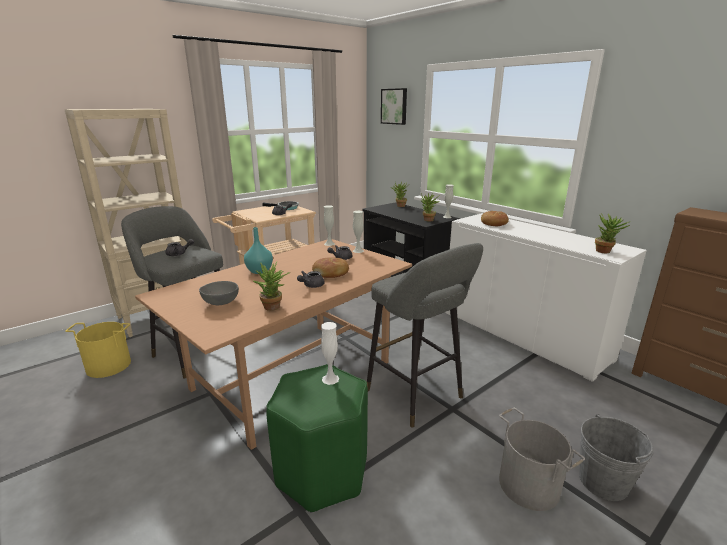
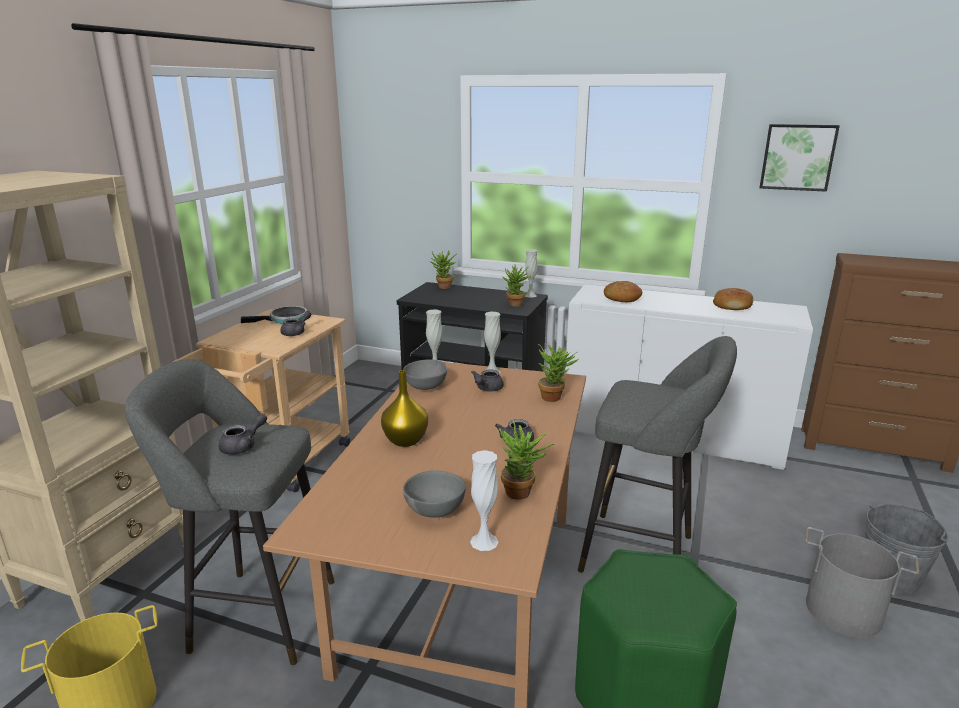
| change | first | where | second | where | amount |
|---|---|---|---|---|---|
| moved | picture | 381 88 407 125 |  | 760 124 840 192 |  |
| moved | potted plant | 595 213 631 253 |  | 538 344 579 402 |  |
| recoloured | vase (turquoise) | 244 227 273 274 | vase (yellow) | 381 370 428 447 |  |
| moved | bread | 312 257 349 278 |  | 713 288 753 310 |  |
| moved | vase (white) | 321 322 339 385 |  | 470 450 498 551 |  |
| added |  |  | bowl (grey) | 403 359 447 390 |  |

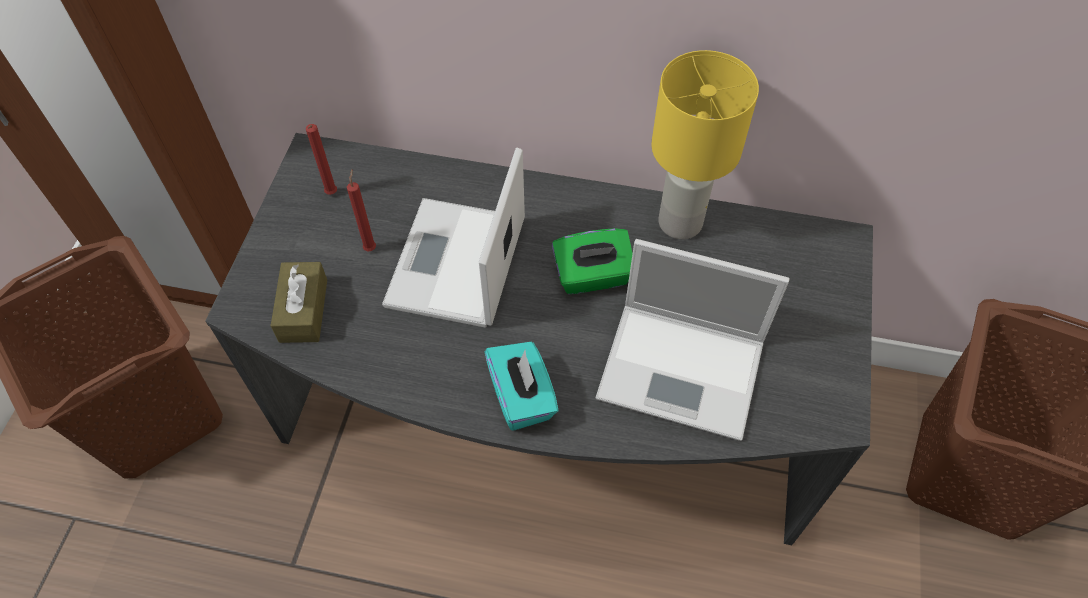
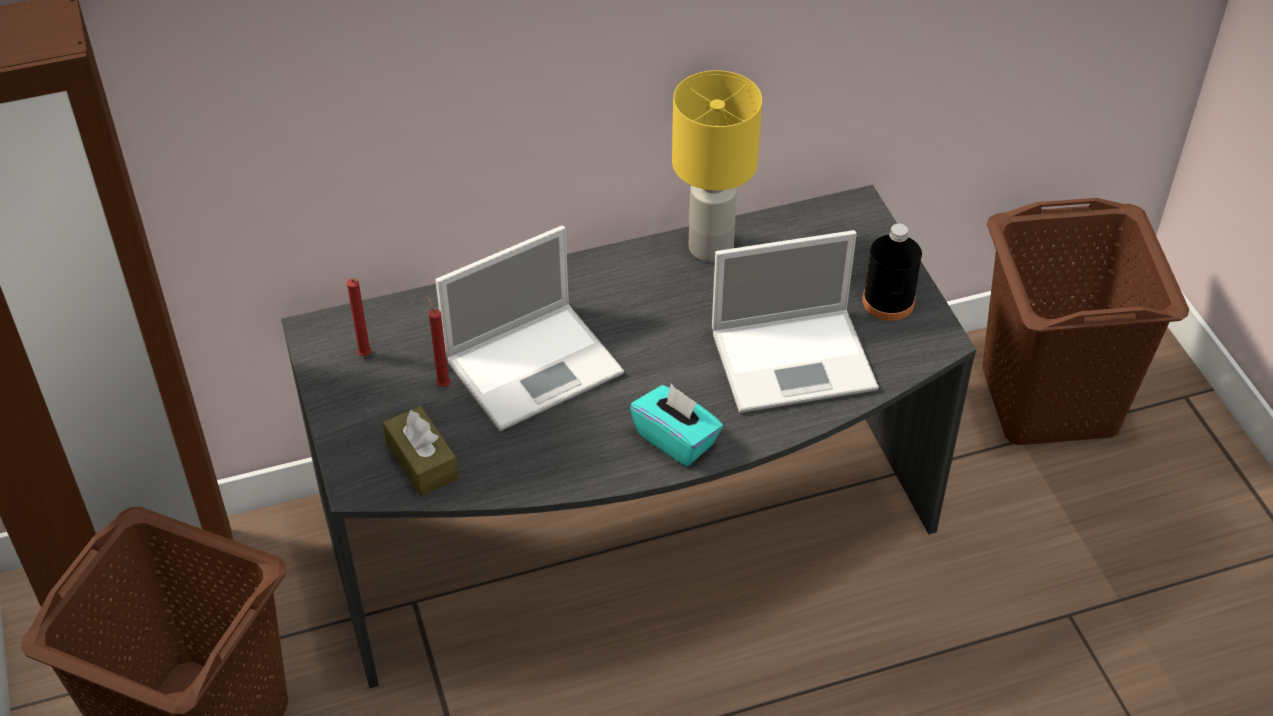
| change | first | where | second | where | amount |
|---|---|---|---|---|---|
| turned | laptop | 382 148 525 328 |  | 435 225 624 431 | 105 degrees counterclockwise |
| removed | tissue box (green) | 552 228 633 294 |  |  |  |
| added |  |  | bottle (black) | 862 224 922 321 |  |

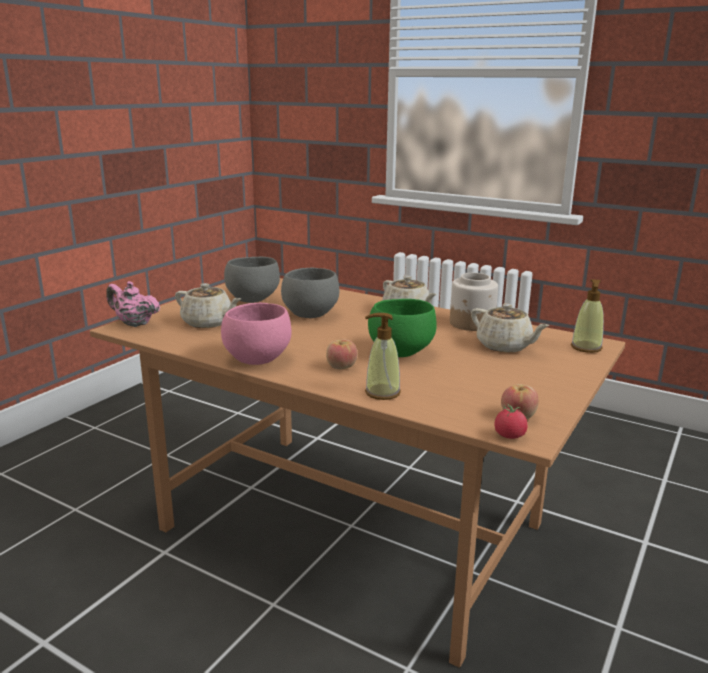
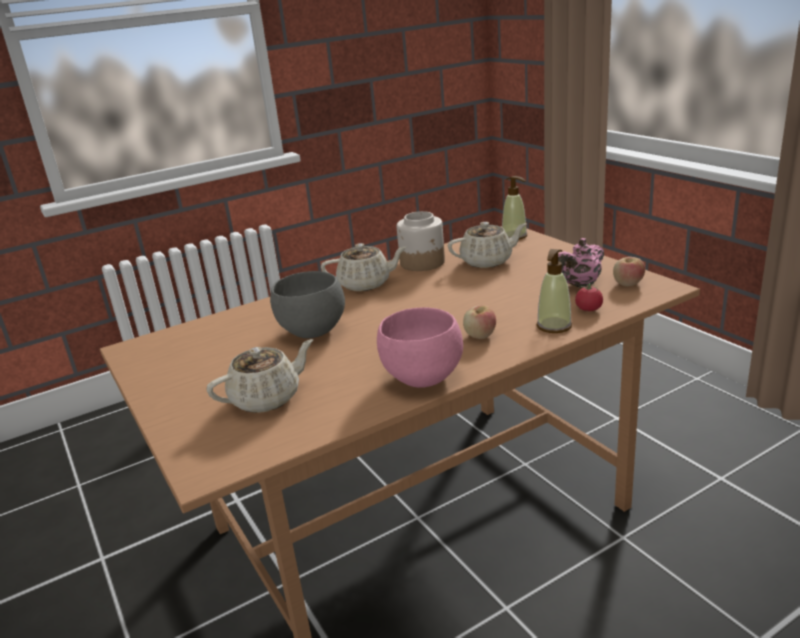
| change | first | where | second | where | amount |
|---|---|---|---|---|---|
| removed | bowl (grey) | 224 257 280 303 |  |  |  |
| moved | teapot (pink) | 106 281 160 327 |  | 558 238 604 288 |  |
| removed | bowl (green) | 368 299 437 357 |  |  |  |
| moved | tomato | 494 403 528 439 |  | 575 283 603 311 |  |

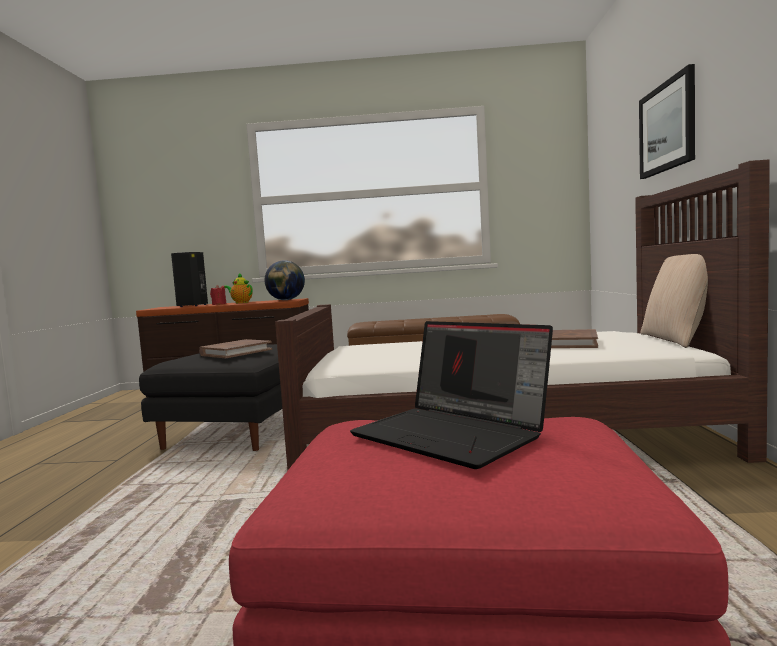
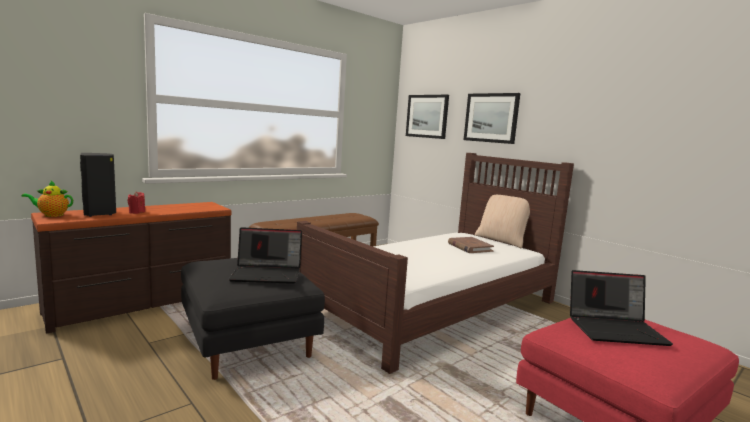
| change | first | where | second | where | amount |
|---|---|---|---|---|---|
| removed | globe | 265 260 305 300 |  |  |  |
| moved | teapot | 224 273 253 303 |  | 22 181 73 217 |  |
| replaced | book (brown) | 199 339 272 358 | laptop | 228 227 302 284 |  |
| added |  |  | picture | 406 95 449 139 |  |

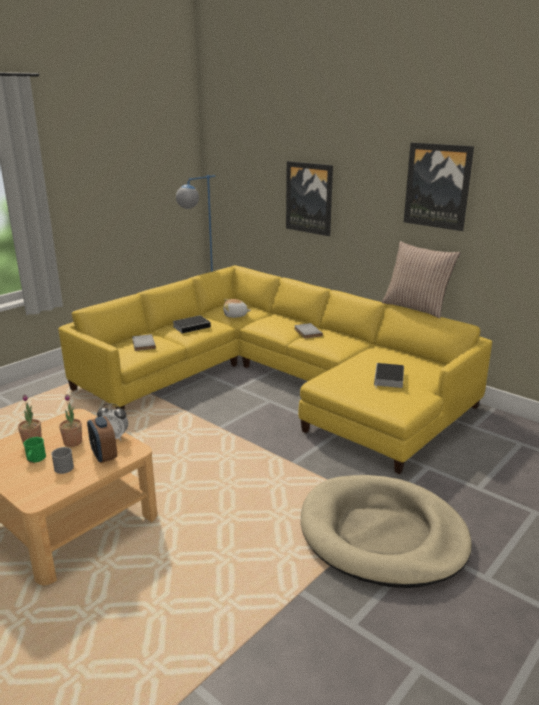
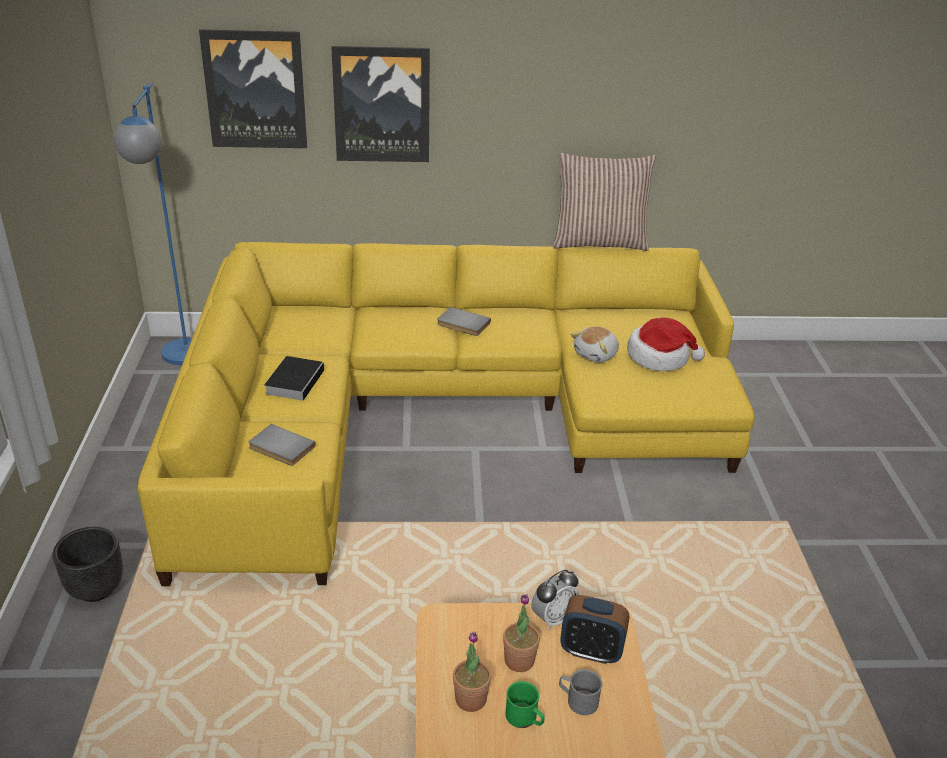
| change | first | where | second | where | amount |
|---|---|---|---|---|---|
| moved | picture | 404 143 474 231 |  | 199 30 307 148 |  |
| moved | plush toy | 223 299 251 318 |  | 570 326 619 363 |  |
| replaced | book | 374 363 404 389 | hat | 627 317 705 371 |  |
| removed | dog bed (beige) | 301 475 472 588 |  |  |  |
| added |  |  | planter (black) | 53 527 123 602 |  |

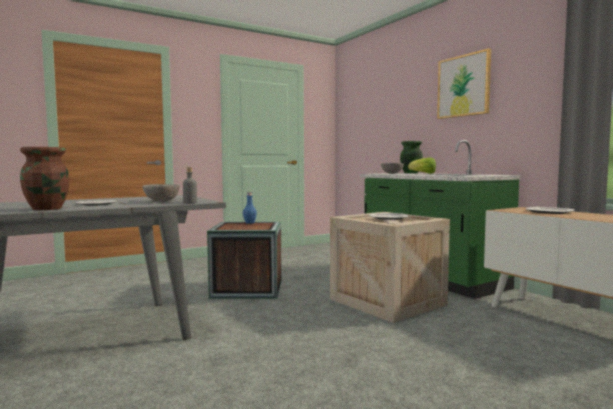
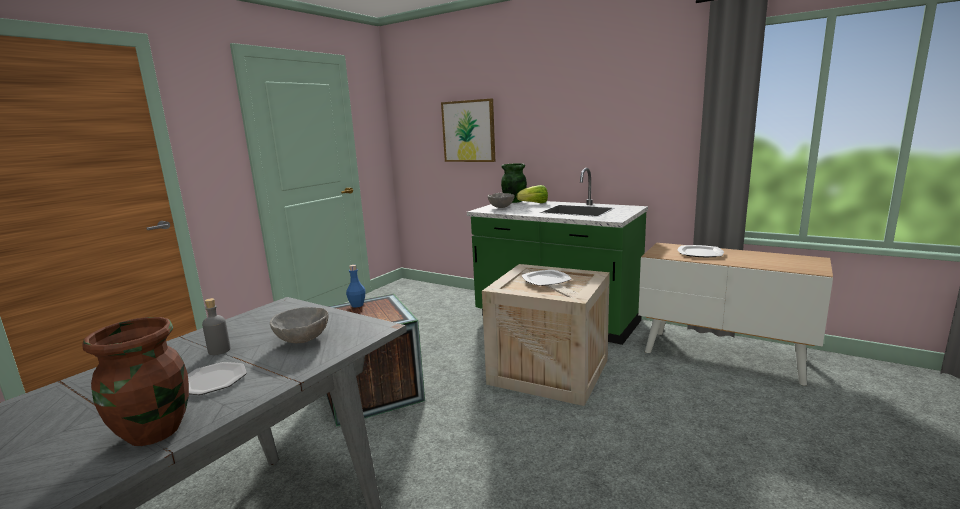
| change | first | where | second | where | amount |
|---|---|---|---|---|---|
| moved | picture | 437 48 491 119 |  | 441 99 495 162 |  |
| moved | bottle (grey) | 183 167 197 203 |  | 202 298 231 355 |  |

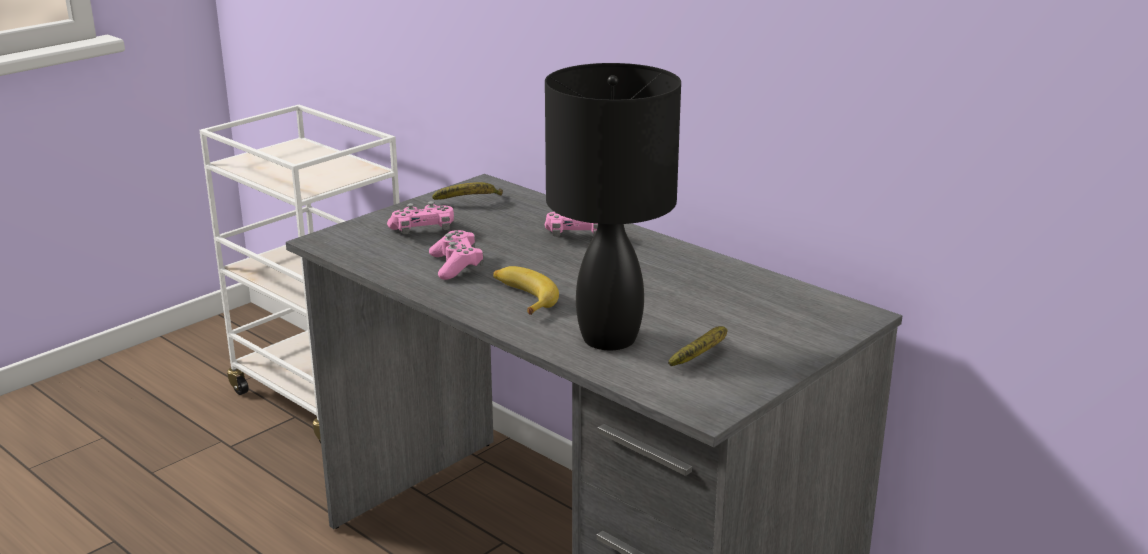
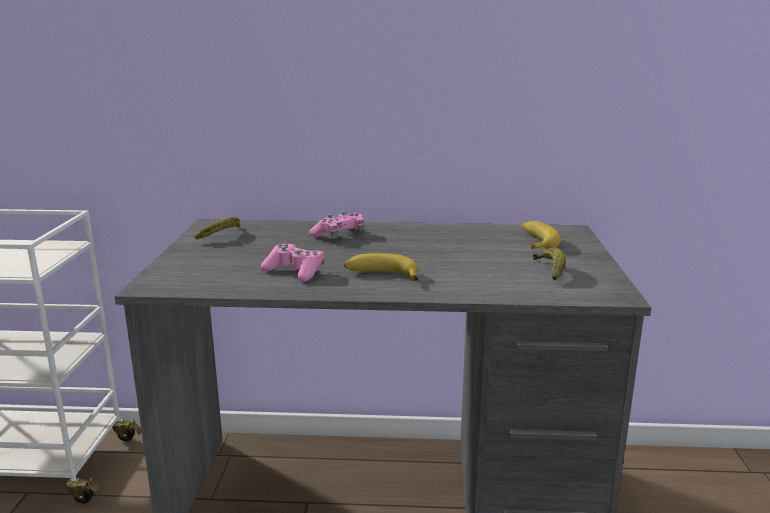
| change | first | where | second | where | amount |
|---|---|---|---|---|---|
| removed | table lamp (black) | 545 63 681 351 |  |  |  |
| removed | game controller (pink) | 387 201 454 234 |  |  |  |
| added |  |  | banana | 521 221 561 249 |  |

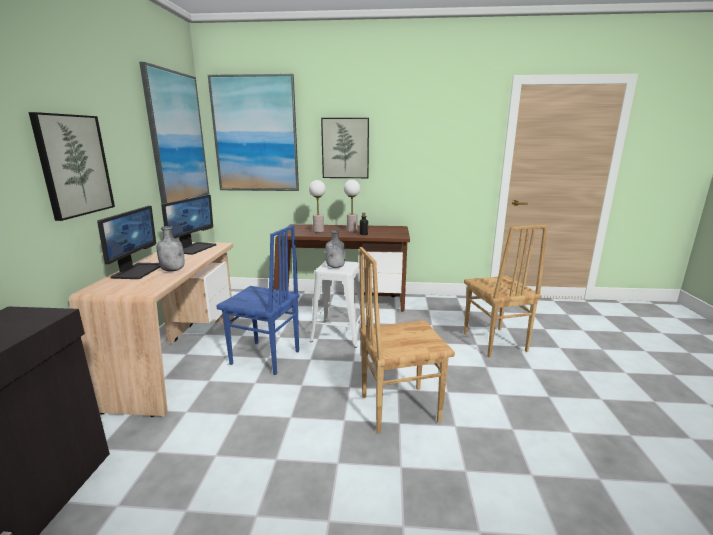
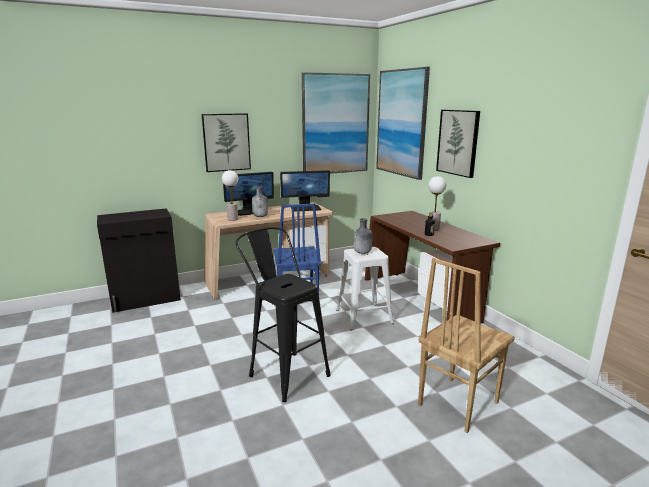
| change | first | where | second | where | amount |
|---|---|---|---|---|---|
| moved | table lamp | 309 180 326 233 |  | 222 170 238 221 |  |
| replaced | chair (brown) | 359 247 455 433 | stool (black) | 235 227 331 402 |  |

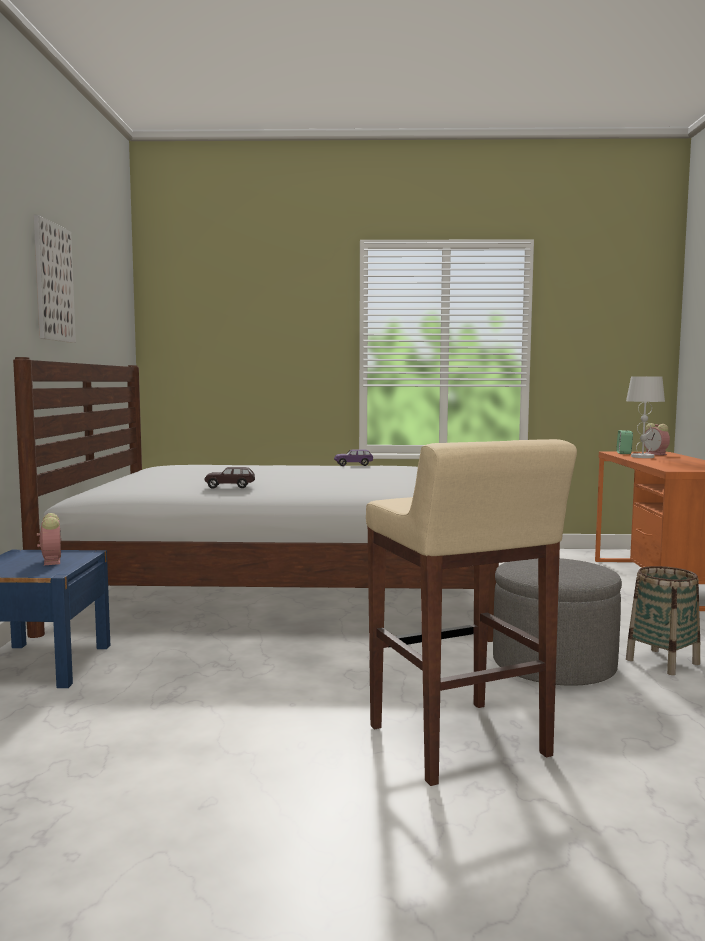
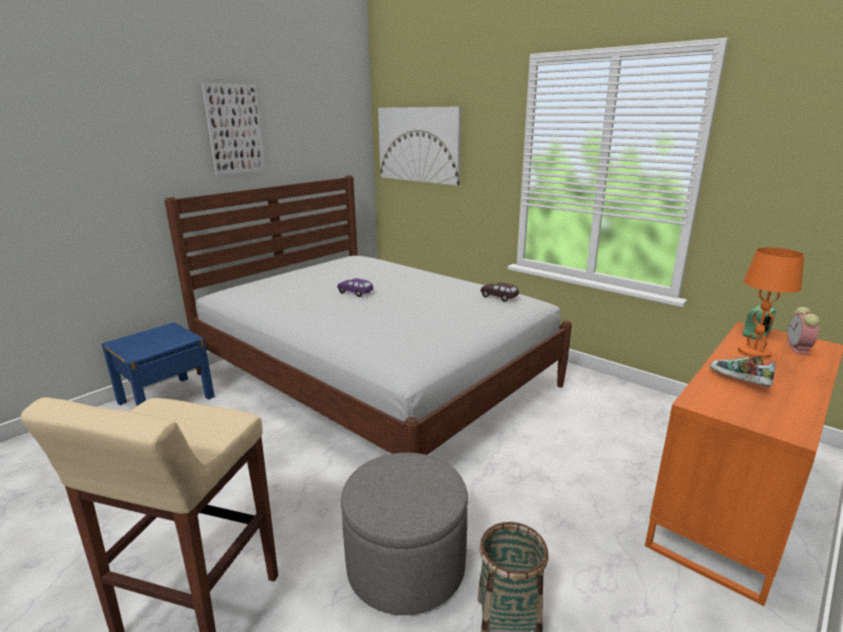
| change | first | where | second | where | amount |
|---|---|---|---|---|---|
| recoloured | table lamp (white) | 626 376 665 458 | table lamp (orange) | 738 247 804 359 |  |
| moved | toy car (purple) | 334 449 373 466 |  | 337 278 373 297 |  |
| moved | toy car (brown) | 204 467 255 488 |  | 481 282 519 302 |  |
| removed | alarm clock | 37 513 62 565 |  |  |  |
| added |  |  | picture | 378 107 461 186 |  |
| added |  |  | shoe | 709 356 775 387 |  |

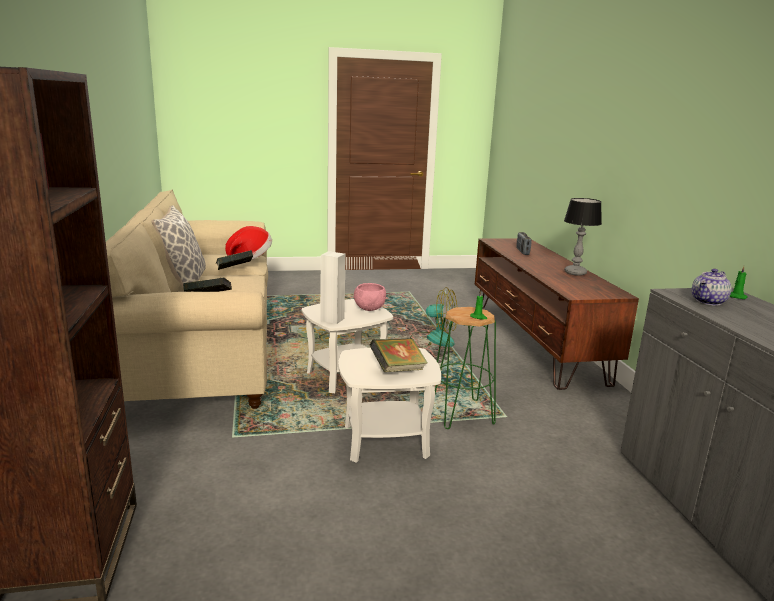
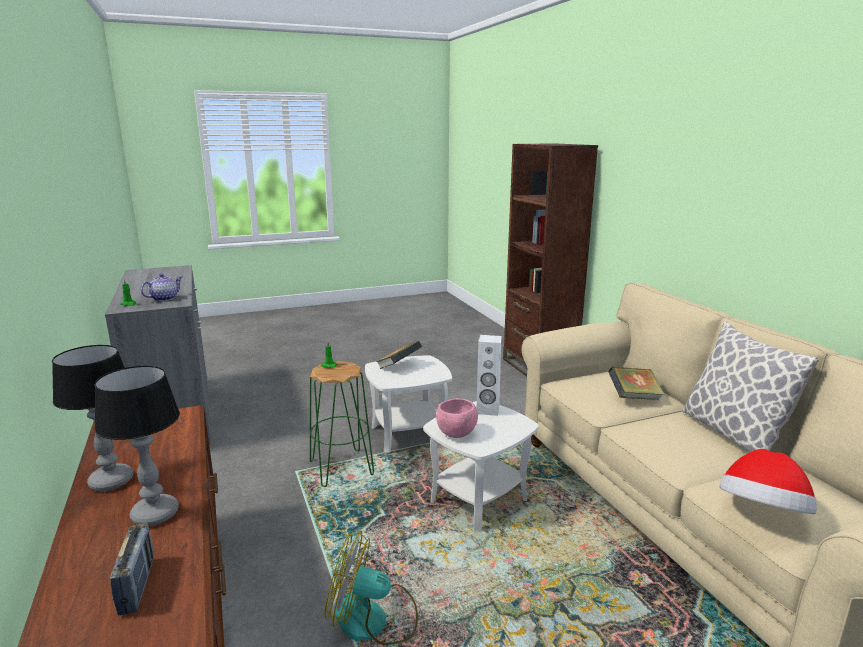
| change | first | where | second | where | amount |
|---|---|---|---|---|---|
| removed | book | 216 250 253 270 |  |  |  |
| added |  |  | table lamp | 94 366 180 526 |  |

